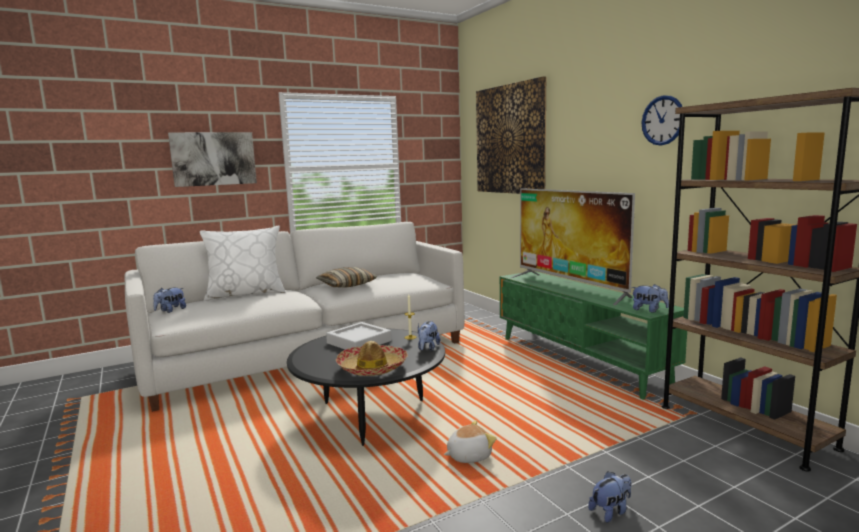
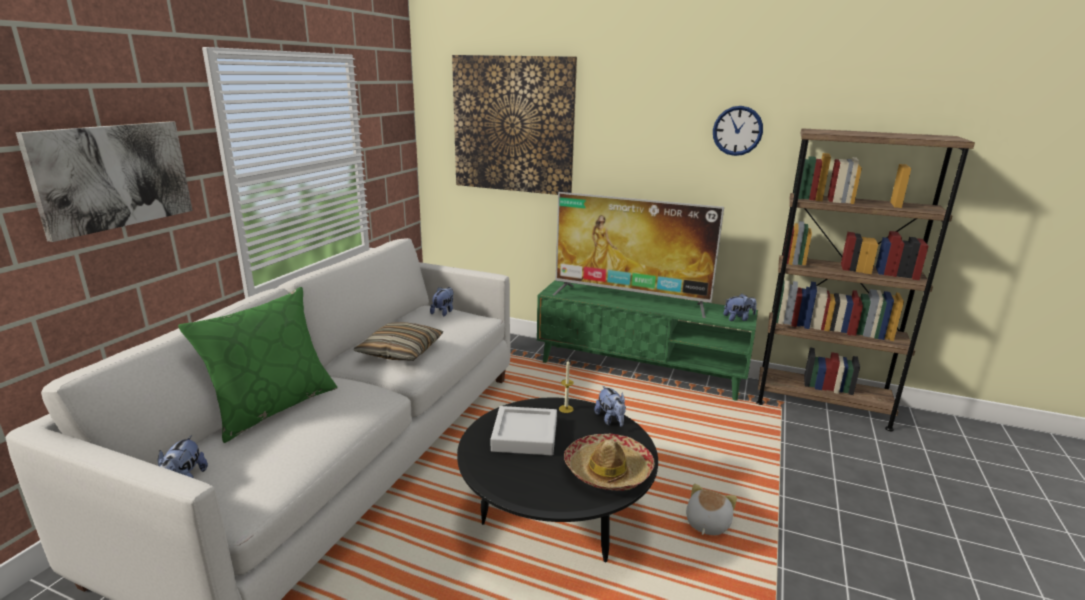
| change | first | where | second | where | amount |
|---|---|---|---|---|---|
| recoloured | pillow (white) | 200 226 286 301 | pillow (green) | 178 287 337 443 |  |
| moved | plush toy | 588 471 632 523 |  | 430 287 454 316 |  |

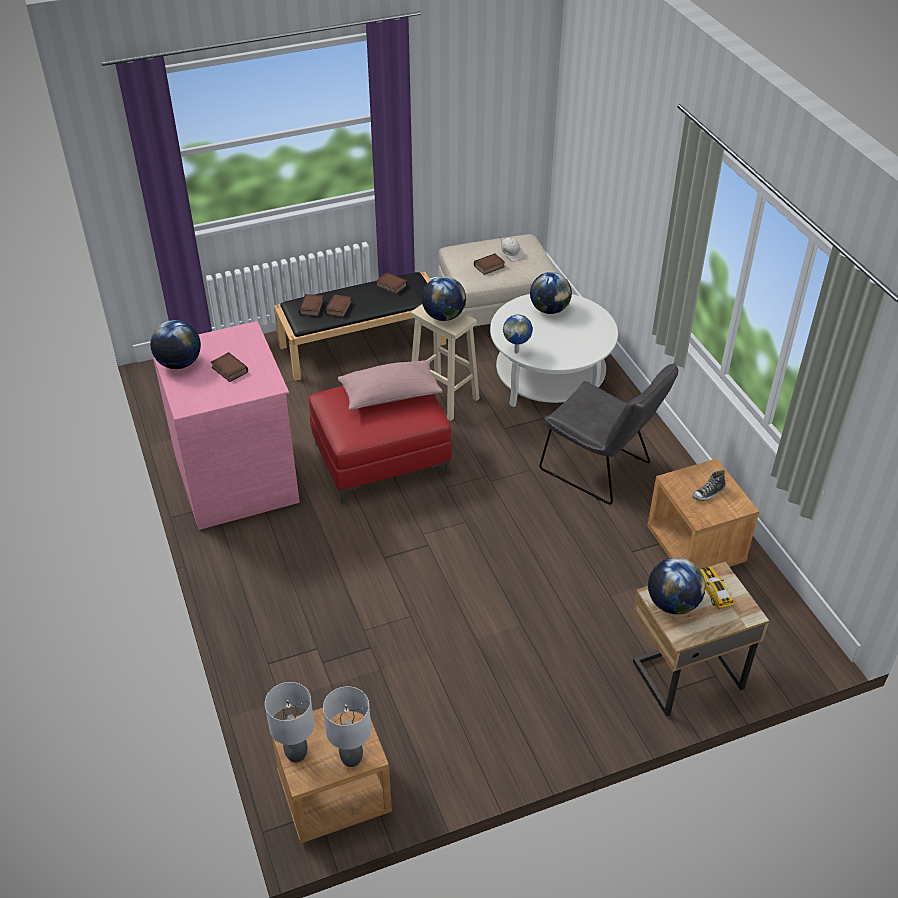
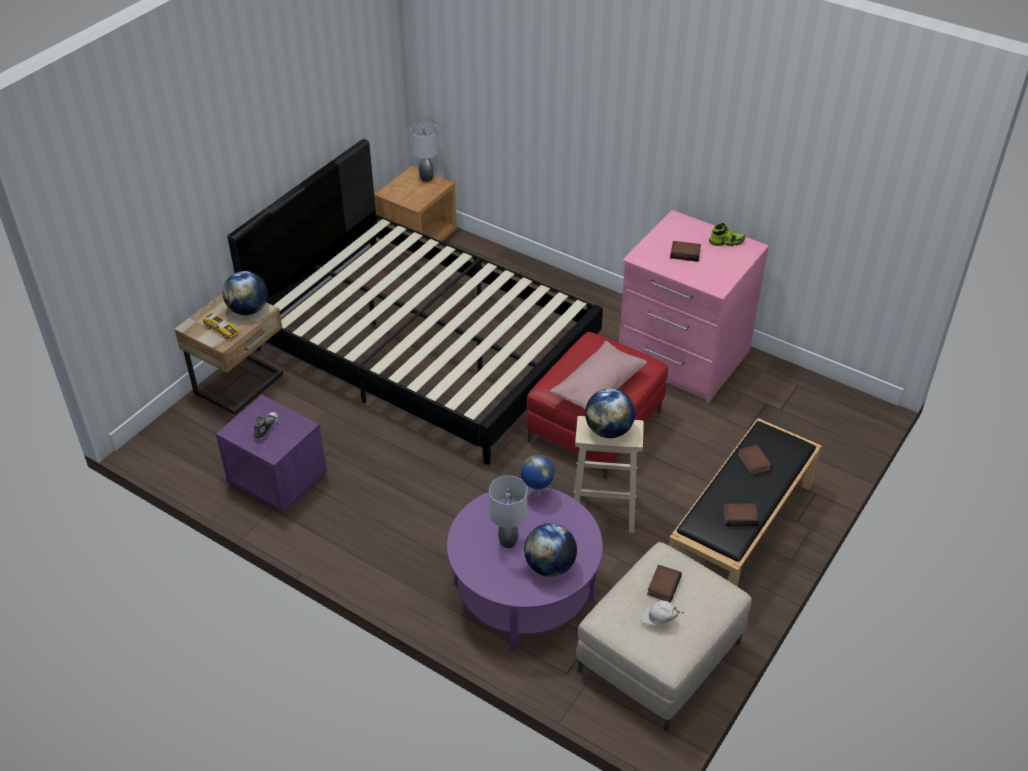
| change | first | where | second | where | amount |
|---|---|---|---|---|---|
| removed | book | 299 294 324 316 |  |  |  |
| recoloured | coffee table (white) | 490 294 618 407 | coffee table (purple) | 447 485 603 651 |  |
| replaced | globe | 150 320 201 369 | shoe | 709 223 746 246 |  |
| removed | chair (grey) | 539 363 678 504 |  |  |  |
| recoloured | nightstand (brown) | 647 459 760 569 | nightstand (purple) | 216 395 327 514 |  |
| moved | table lamp (grey) | 323 686 371 767 |  | 489 476 527 548 |  |
| added |  |  | bed (black) | 227 139 603 465 |  |

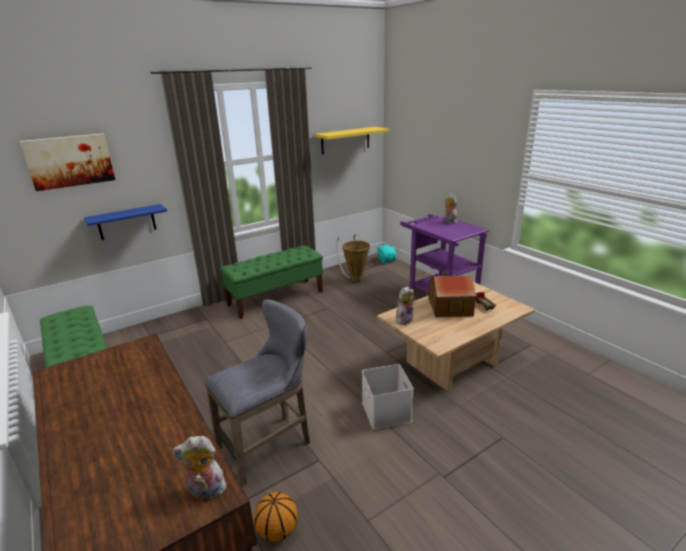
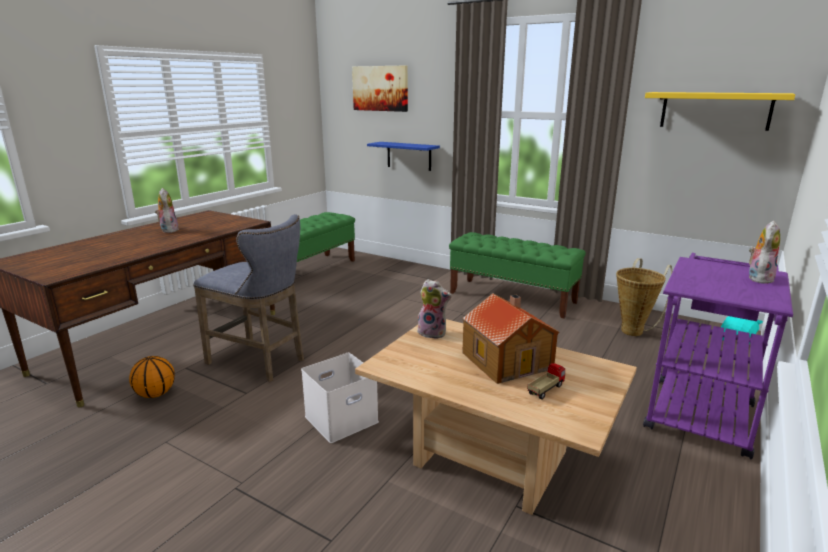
| change | first | where | second | where | amount |
|---|---|---|---|---|---|
| moved | plush toy | 173 436 228 499 |  | 155 188 179 233 |  |

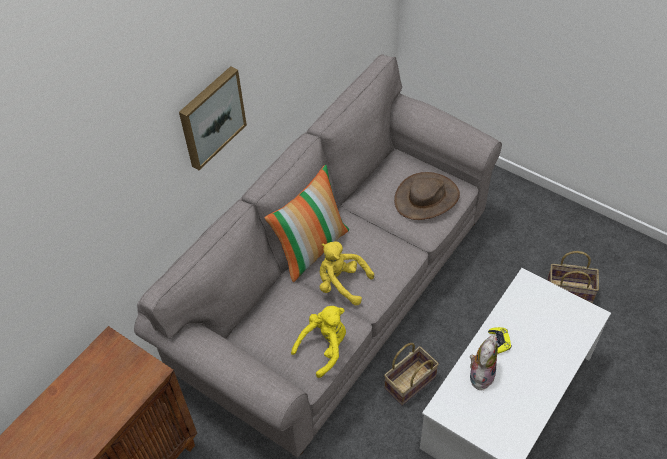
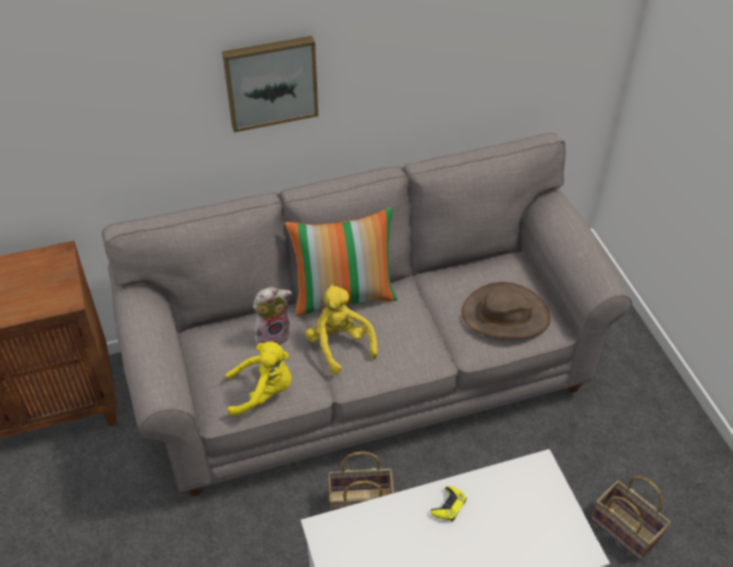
| change | first | where | second | where | amount |
|---|---|---|---|---|---|
| moved | plush toy | 470 335 498 390 |  | 253 287 292 345 |  |

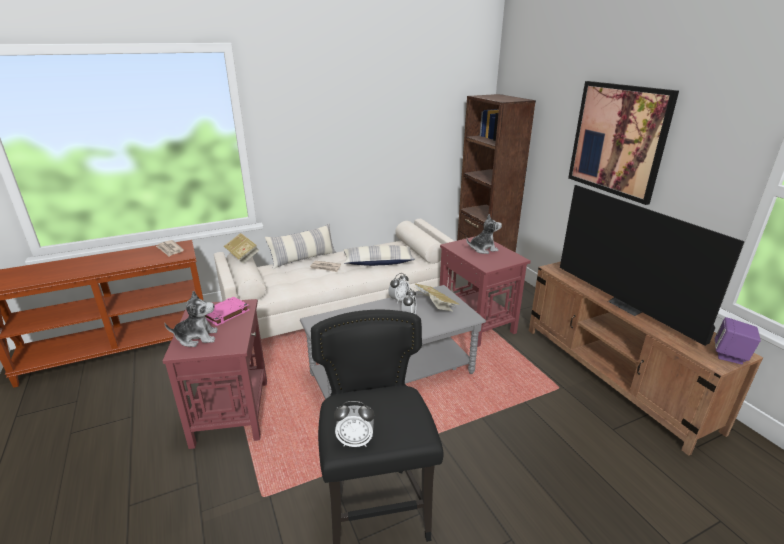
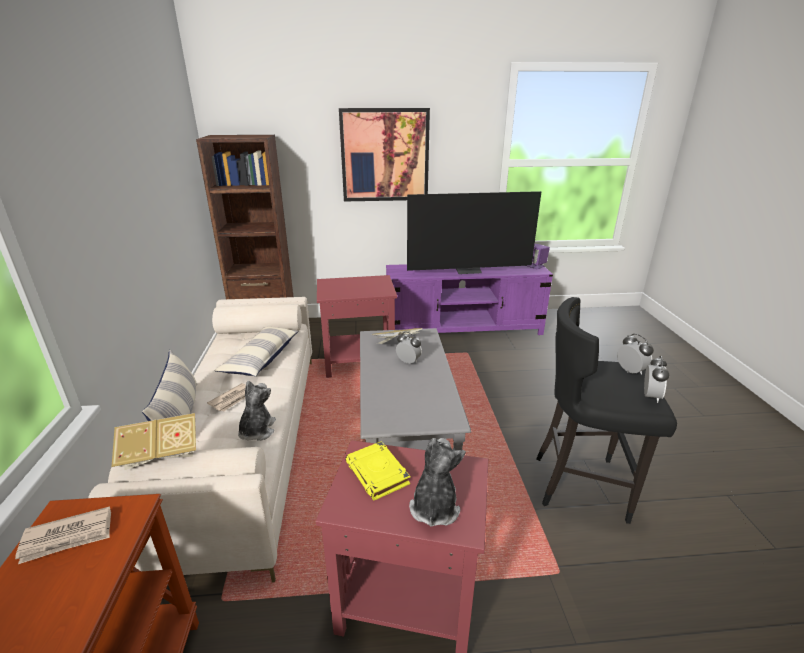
| change | first | where | second | where | amount |
|---|---|---|---|---|---|
| moved | plush toy | 466 214 502 254 |  | 238 381 276 441 |  |
| recoloured | tv stand (brown) | 529 262 763 456 | tv stand (purple) | 386 264 553 335 |  |
| moved | alarm clock | 388 273 410 303 |  | 617 334 654 375 |  |
| recoloured | book (pink) | 205 297 249 326 | book (yellow) | 345 441 410 500 |  |

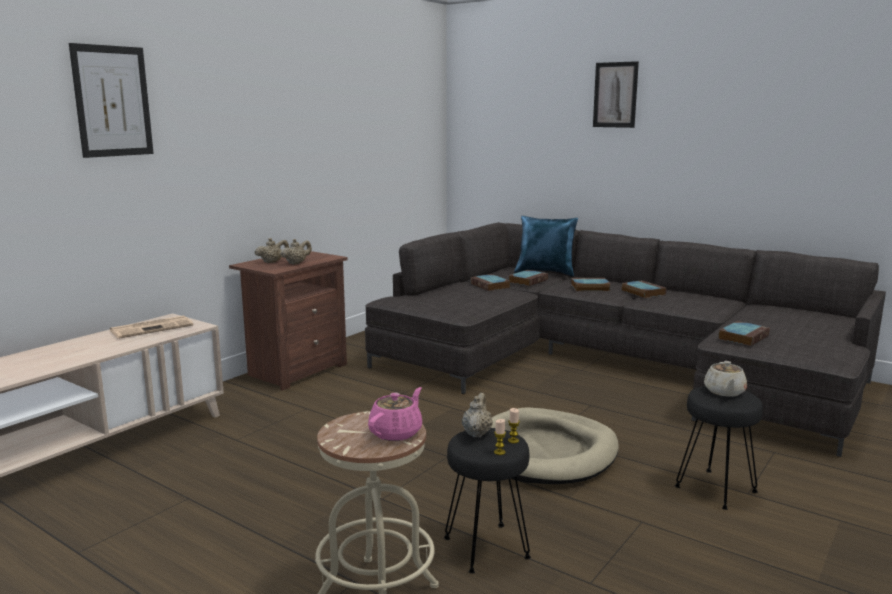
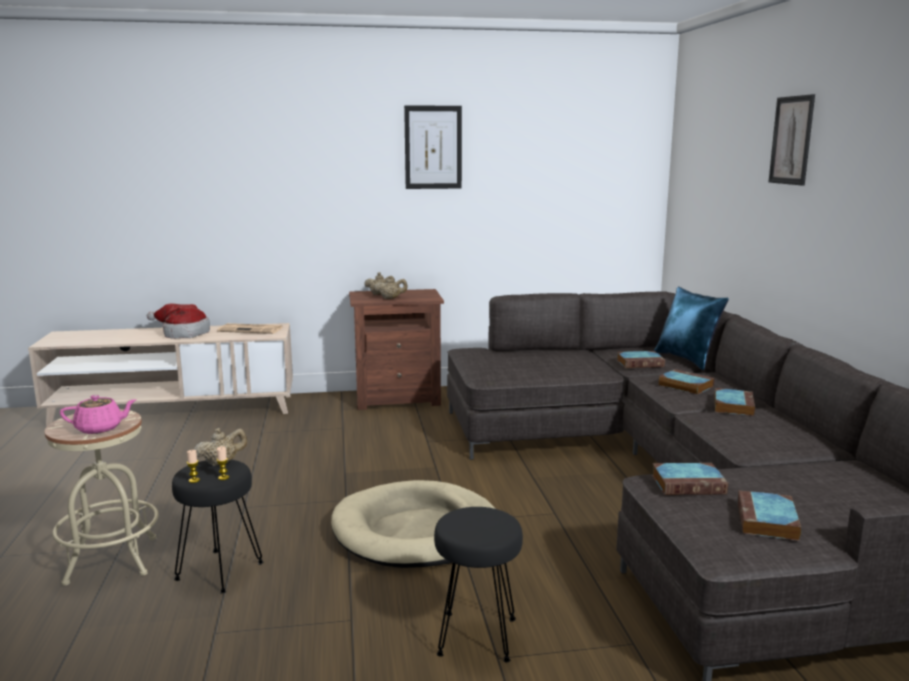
| change | first | where | second | where | amount |
|---|---|---|---|---|---|
| moved | picture | 69 43 154 158 |  | 404 105 462 189 |  |
| moved | book | 470 274 510 291 |  | 738 490 801 541 |  |
| removed | teapot (beige) | 704 361 747 397 |  |  |  |
| added |  |  | hat | 147 304 210 339 |  |

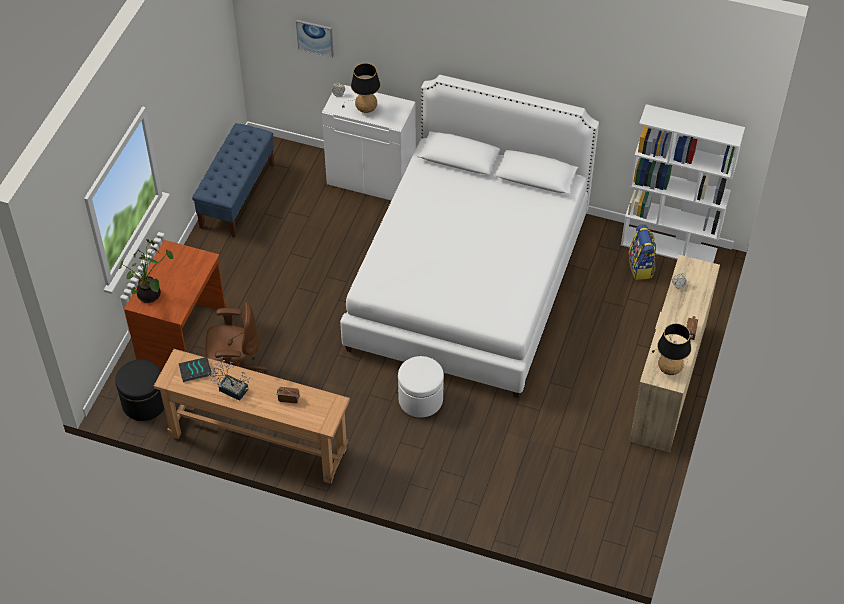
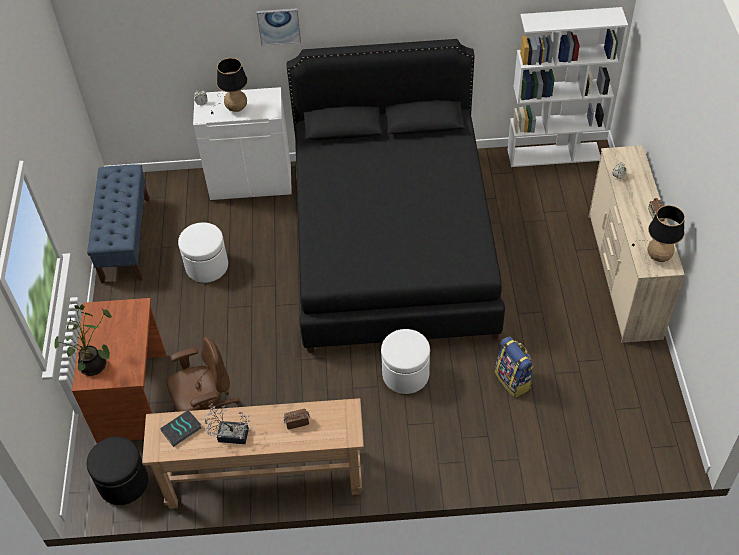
| change | first | where | second | where | amount |
|---|---|---|---|---|---|
| moved | picture | 296 20 334 57 |  | 257 8 301 45 |  |
| recoloured | bed (white) | 340 75 599 398 | bed (black) | 287 39 505 353 |  |
| moved | backpack | 628 224 656 280 |  | 495 336 534 398 |  |
| added |  |  | ottoman (white) | 178 222 228 283 |  |

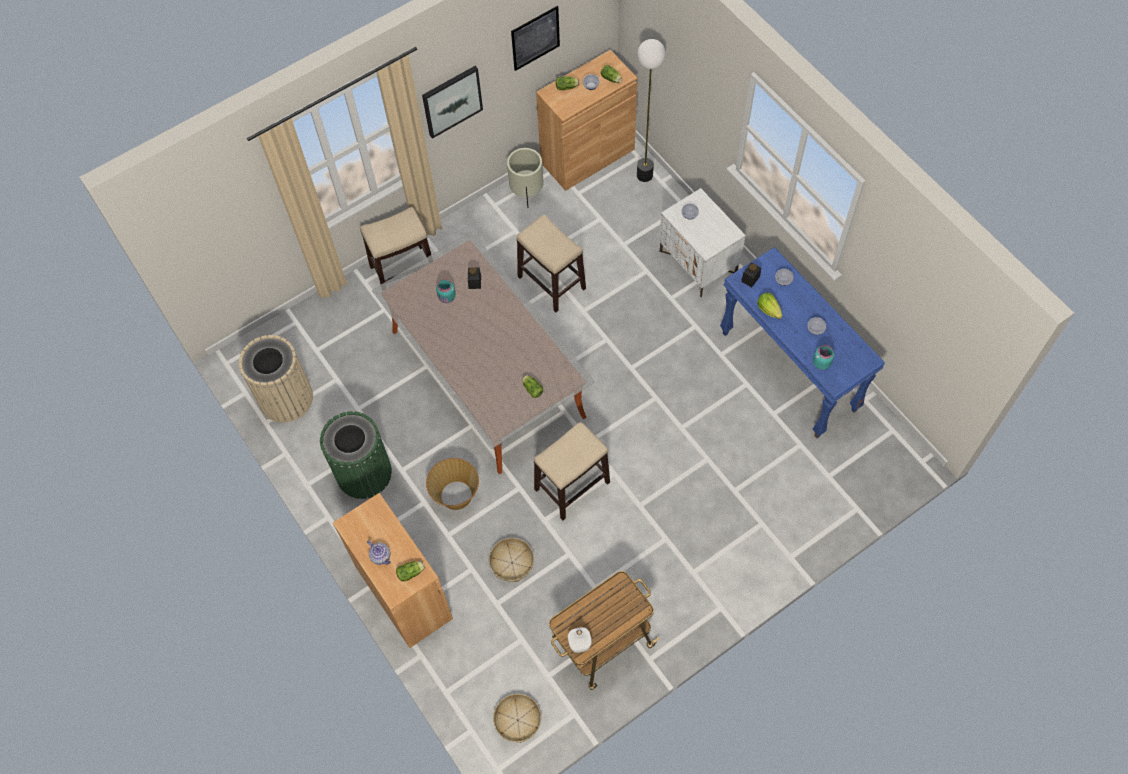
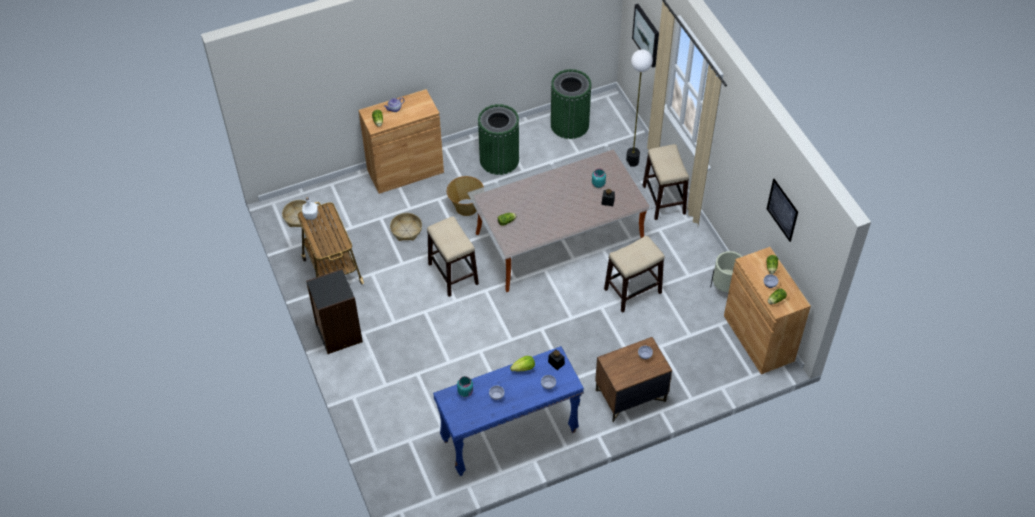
| change | first | where | second | where | amount |
|---|---|---|---|---|---|
| moved | floor lamp | 637 39 666 182 |  | 626 49 653 167 |  |
| moved | picture | 422 66 483 139 |  | 632 4 659 68 |  |
| recoloured | nightstand (white) | 659 188 746 298 | nightstand (brown) | 595 337 672 422 |  |
| recoloured | trash can (beige) | 239 335 313 423 | trash can (green) | 551 69 592 139 |  |
| added |  |  | bookcase (black) | 306 269 363 354 |  |

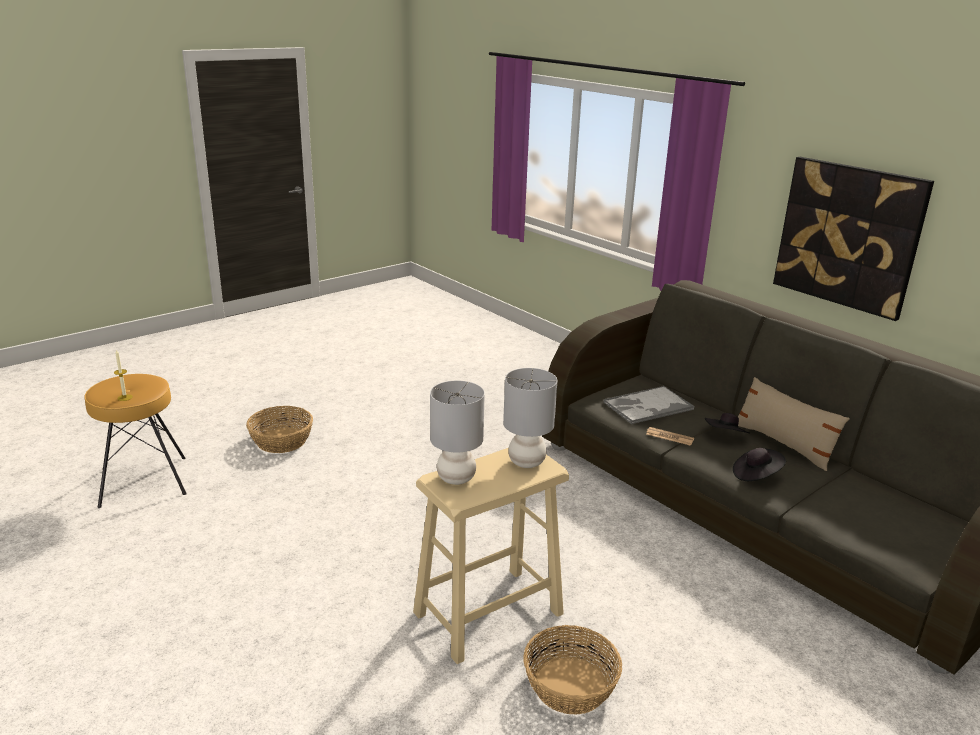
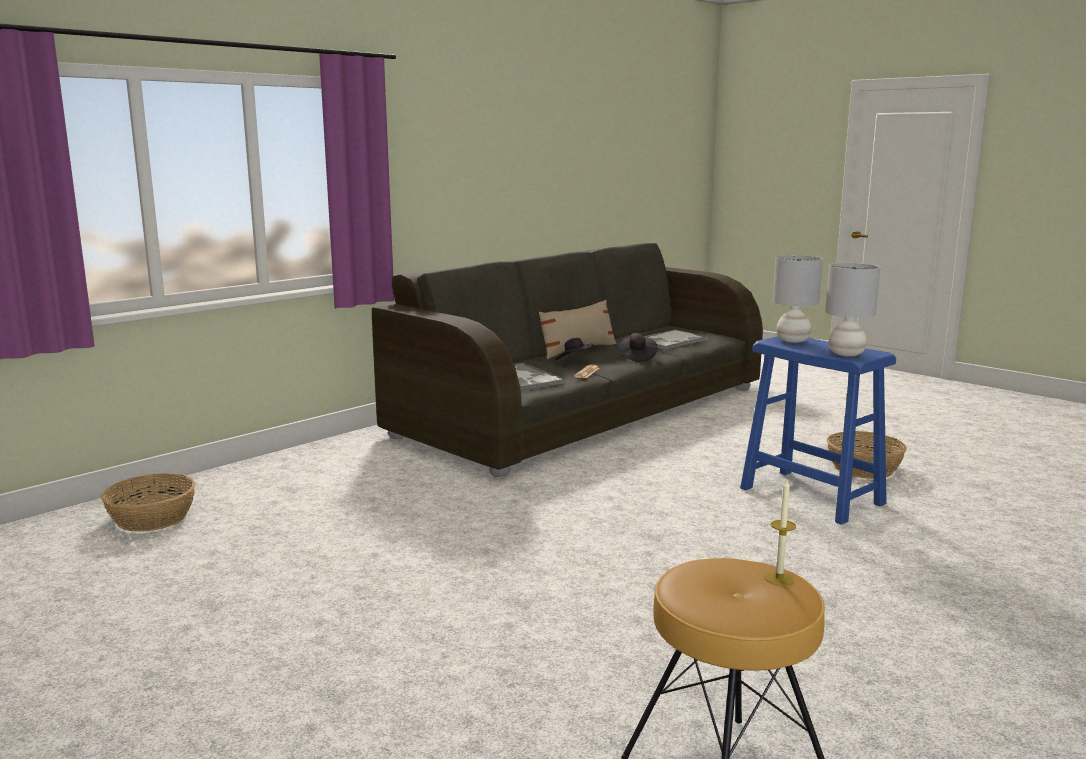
| change | first | where | second | where | amount |
|---|---|---|---|---|---|
| removed | picture | 773 157 934 321 |  |  |  |
| moved | basket | 246 406 313 453 |  | 101 473 195 532 |  |
| recoloured | stool (beige) | 413 448 569 664 | stool (blue) | 740 336 896 525 |  |
| added |  |  | tray | 644 330 709 350 |  |

